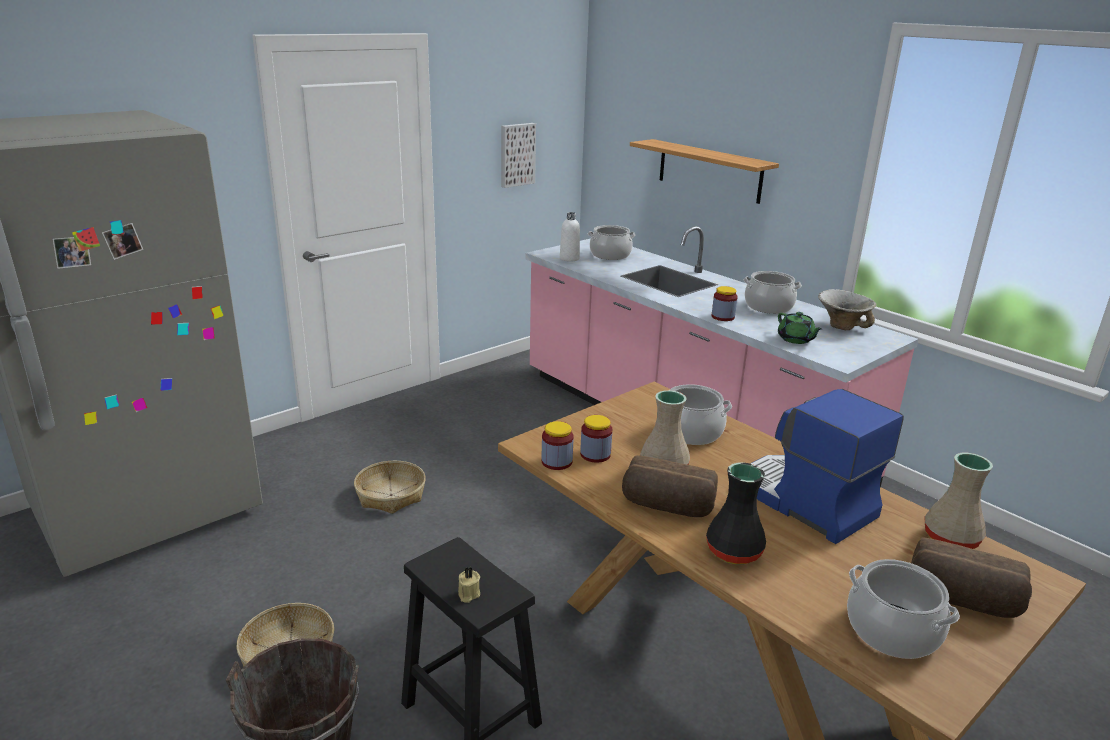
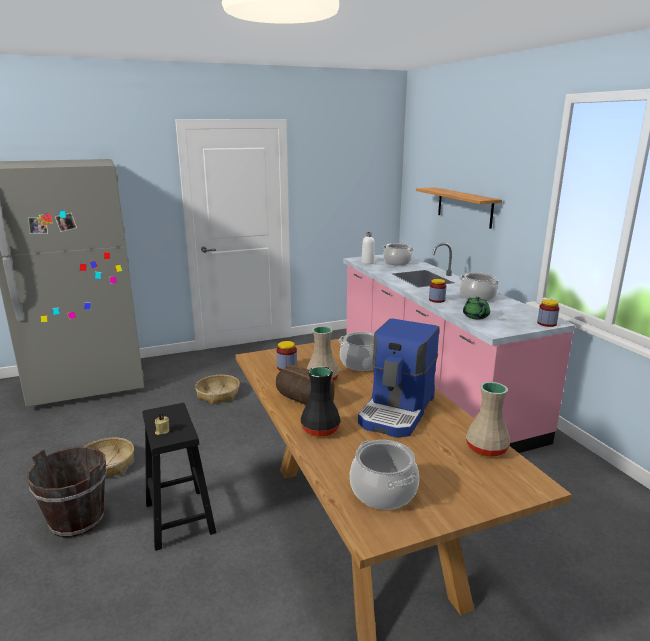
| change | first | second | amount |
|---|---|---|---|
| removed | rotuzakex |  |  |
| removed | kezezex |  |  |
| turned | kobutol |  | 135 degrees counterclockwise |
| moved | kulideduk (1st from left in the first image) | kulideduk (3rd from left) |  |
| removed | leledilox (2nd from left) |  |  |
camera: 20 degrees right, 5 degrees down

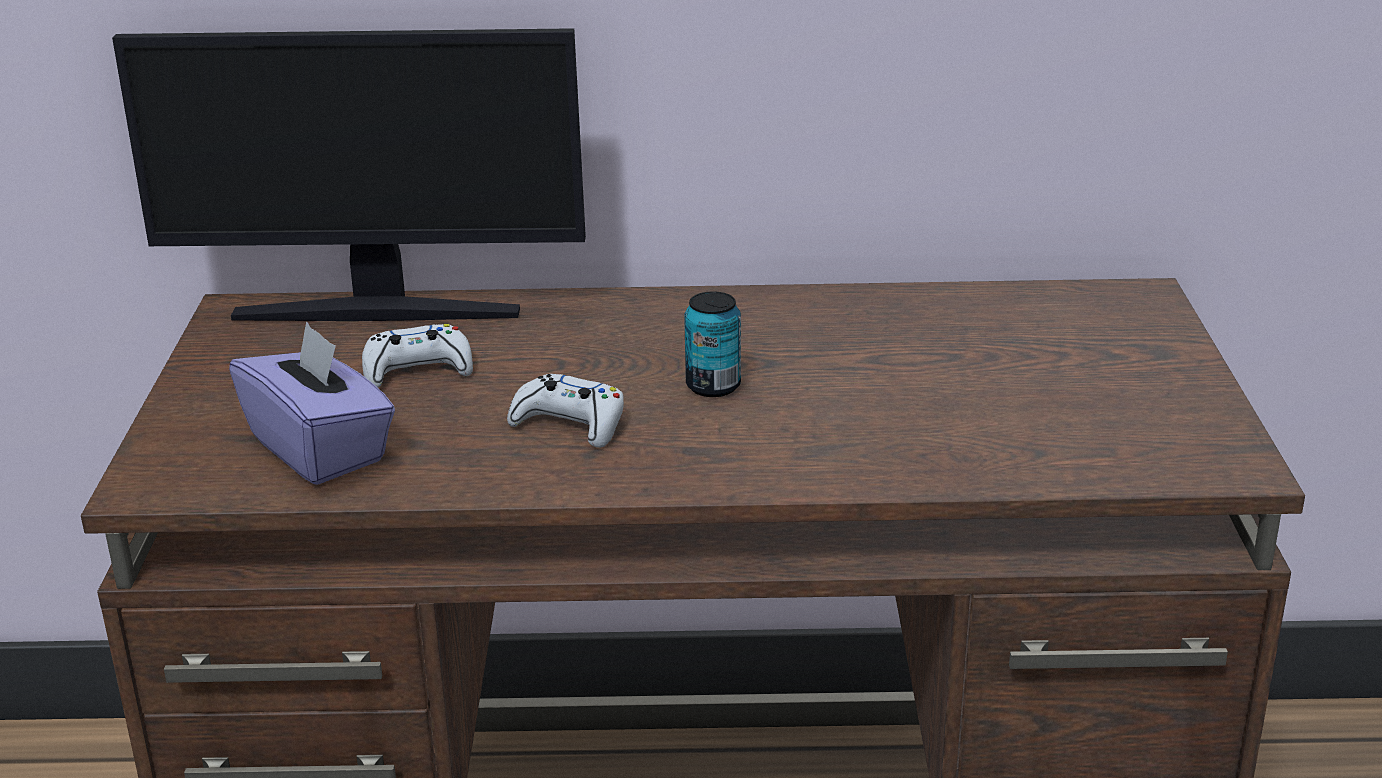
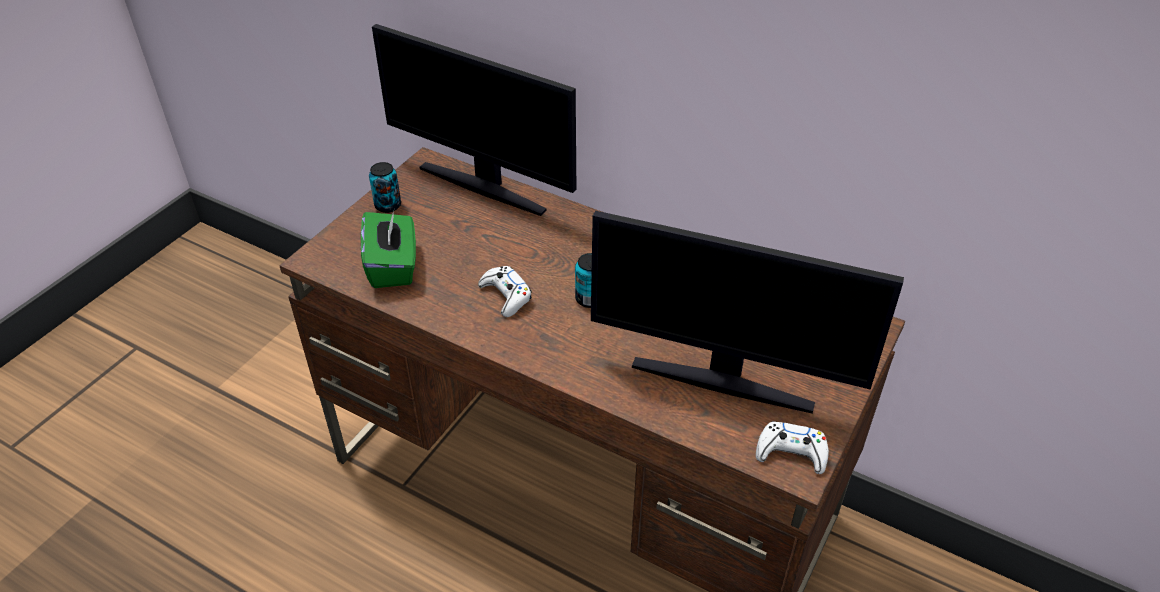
| change | first | second | amount |
|---|---|---|---|
| recoloured | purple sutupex | green sutupex |  |
| moved | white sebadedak (1st from left in the first image) | white sebadedak (2nd from left) |  |
| added |  | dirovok (1st from left) |  |
| added |  | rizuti (2nd from left) |  |
camera: 30 degrees right, 15 degrees up

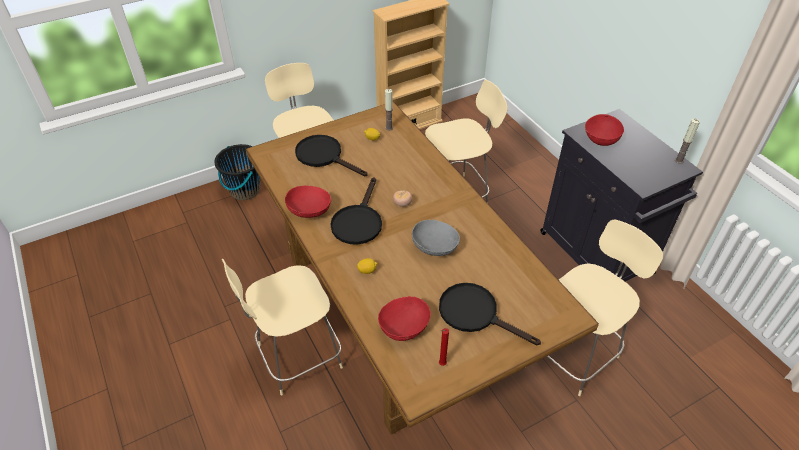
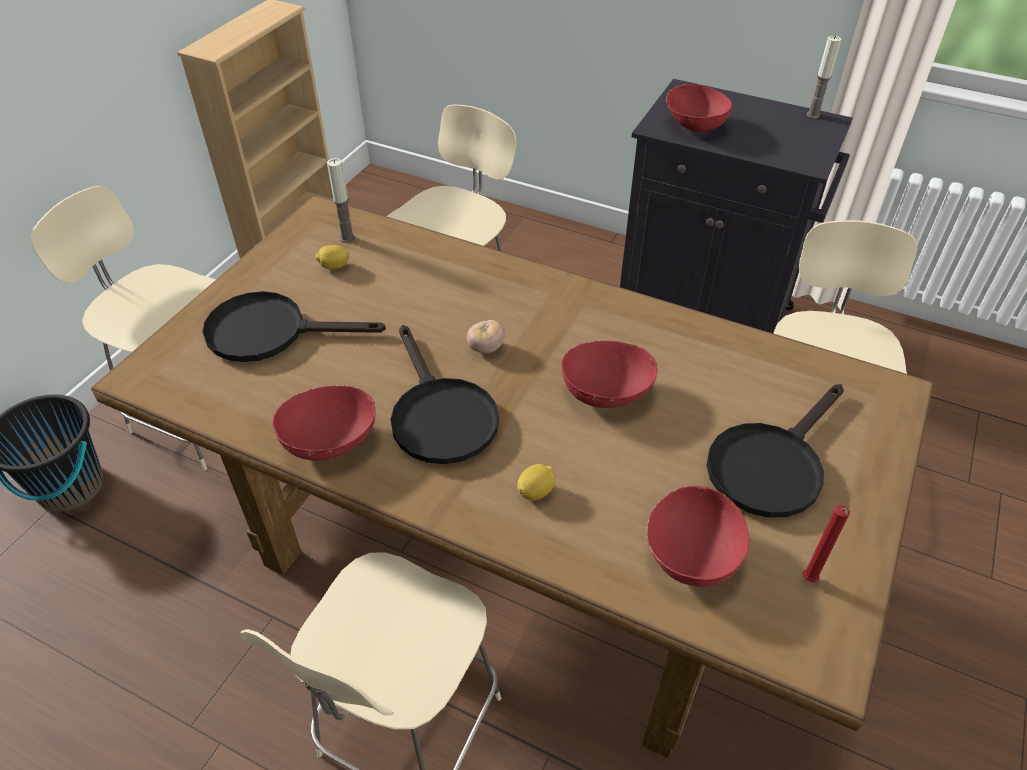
| change | first | second | amount |
|---|---|---|---|
| recoloured | grey kezezex | red kezezex (2nd from left) |  |
| turned | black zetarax (3rd from left) |  | 45 degrees counterclockwise |
camera: 35 degrees left, 0 degrees up

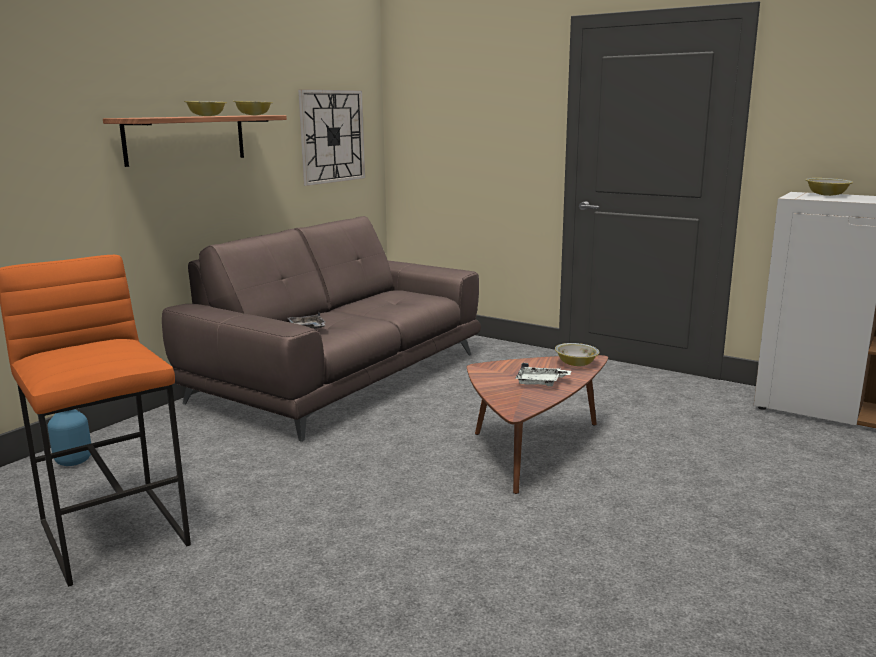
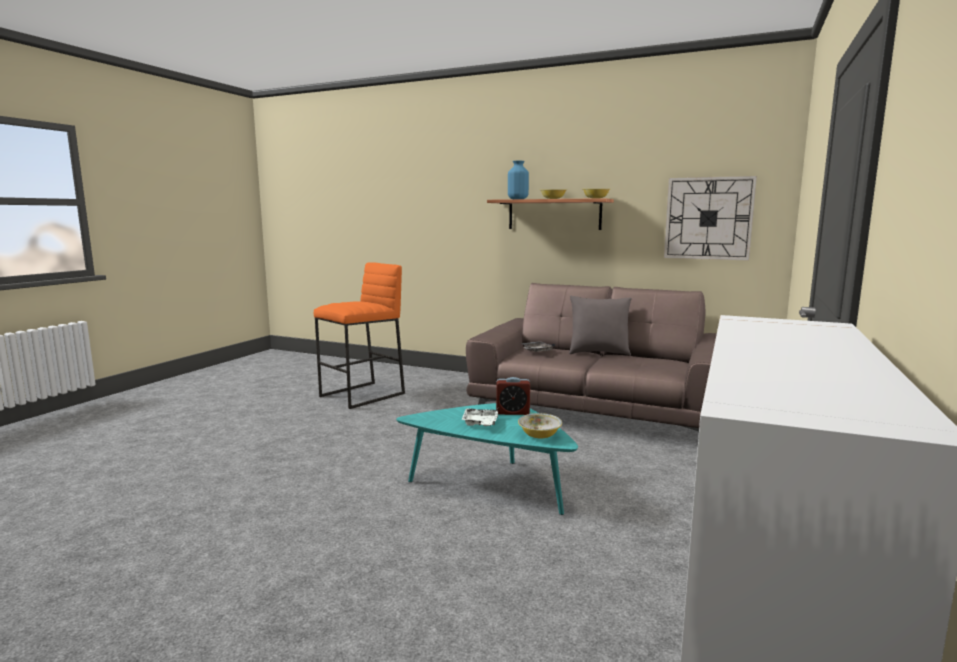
| change | first | second | amount |
|---|---|---|---|
| removed | kezezex (4th from left) |  |  |
| recoloured | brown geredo | turquoise geredo |  |
| moved | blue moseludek |  |  |
| added |  | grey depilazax |  |
| added |  | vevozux |  |
camera: 80 degrees right, 5 degrees down

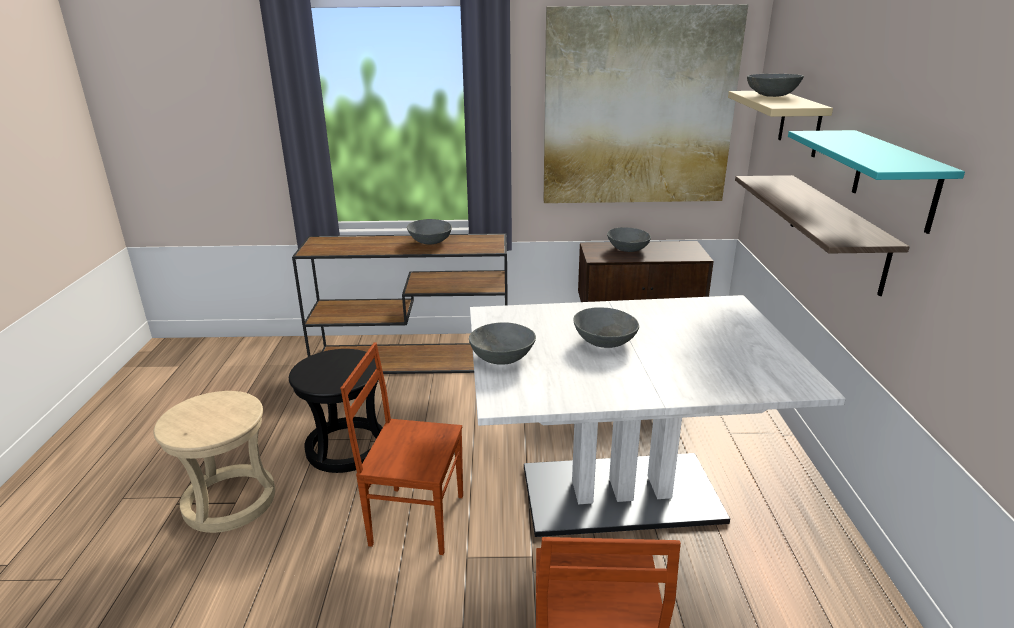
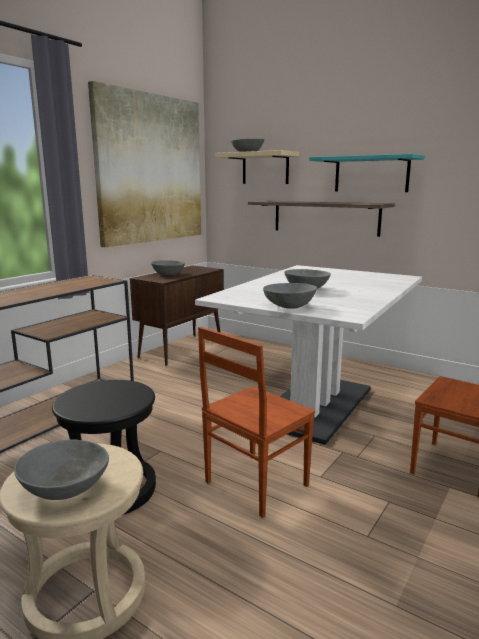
| change | first | second | amount |
|---|---|---|---|
| moved | grey kezezex (1st from left) |  |  |
camera: 55 degrees left, 10 degrees down

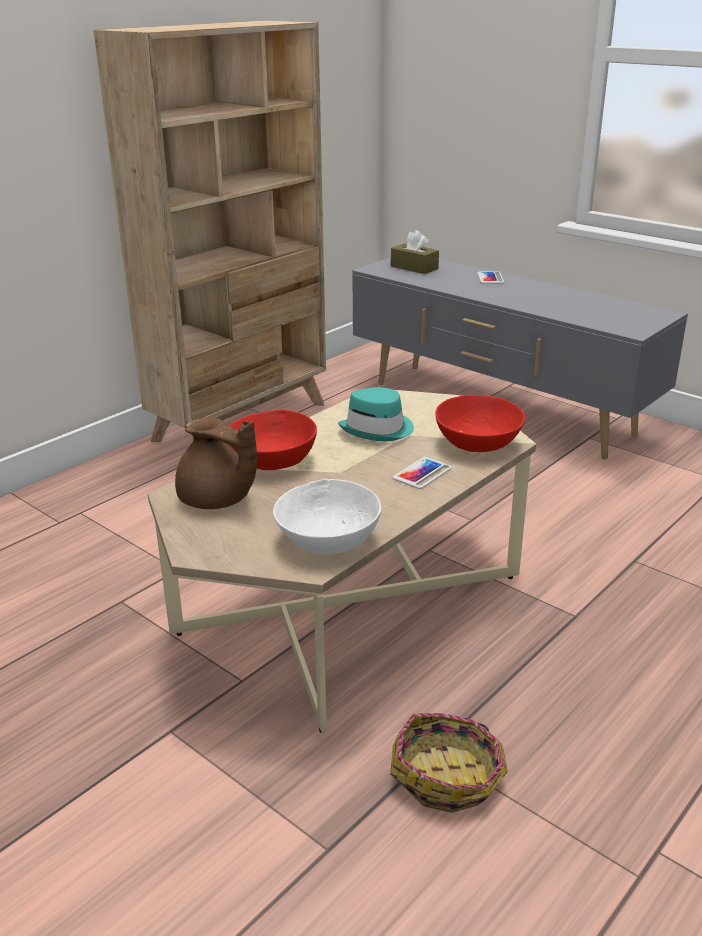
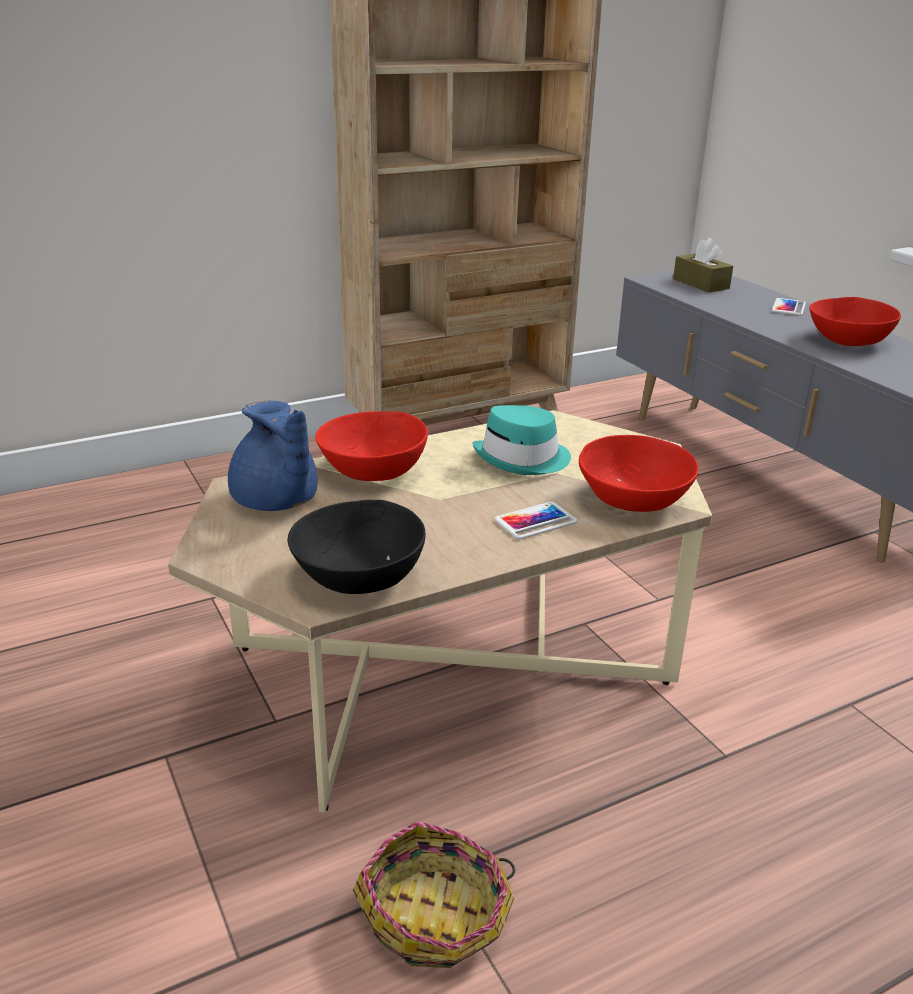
| change | first | second | amount |
|---|---|---|---|
| recoloured | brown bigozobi | blue bigozobi |  |
| recoloured | white kezezex | black kezezex |  |
| added |  | red kezezex (3rd from left) |  |
camera: 20 degrees right, 0 degrees up

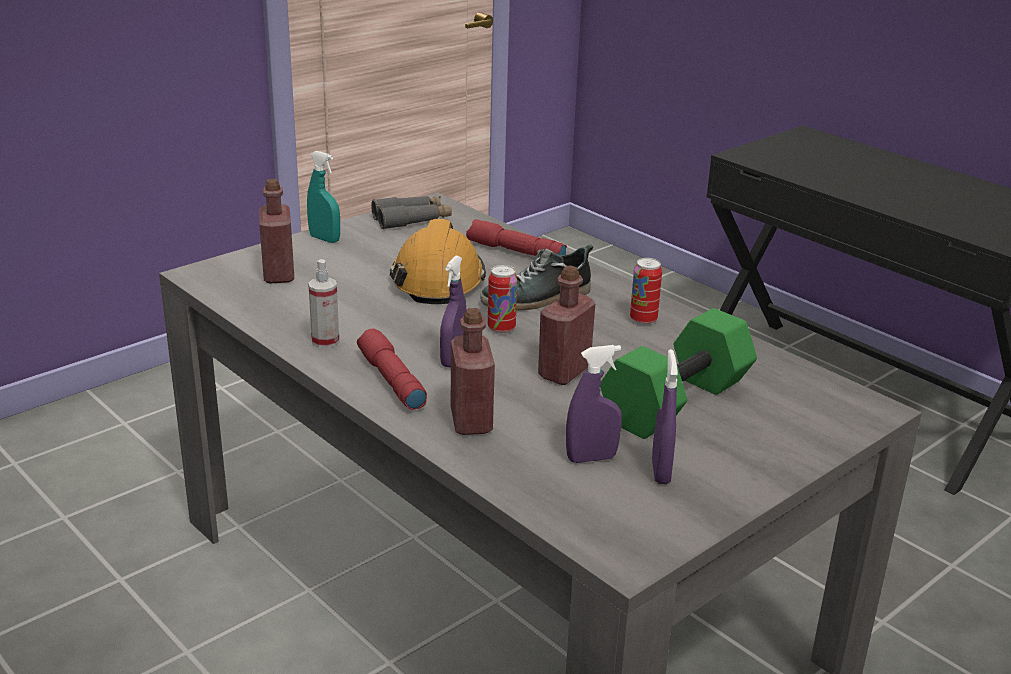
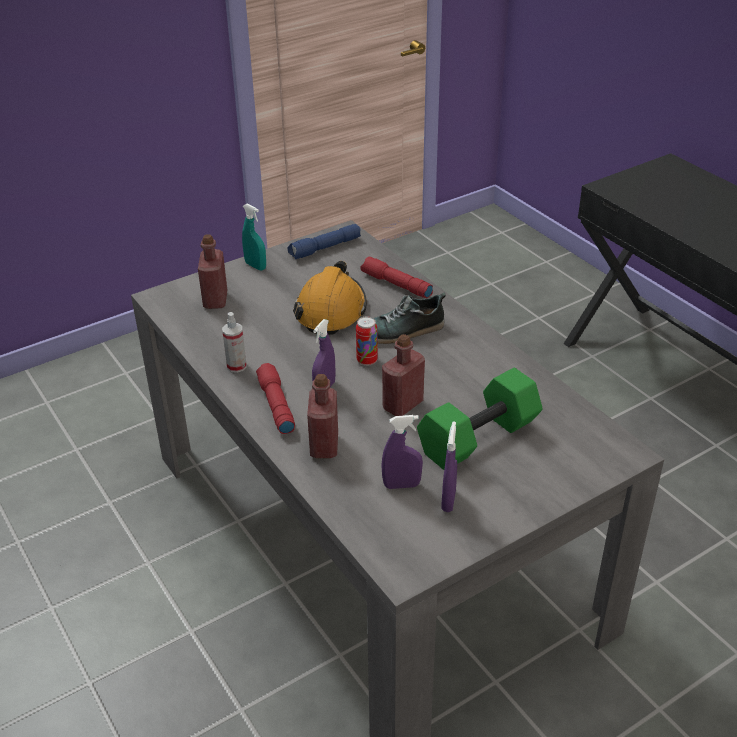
| change | first | second | amount |
|---|---|---|---|
| replaced | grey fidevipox | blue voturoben |  |
| removed | dirovok (2nd from left) |  |  |
camera: 10 degrees right, 10 degrees up

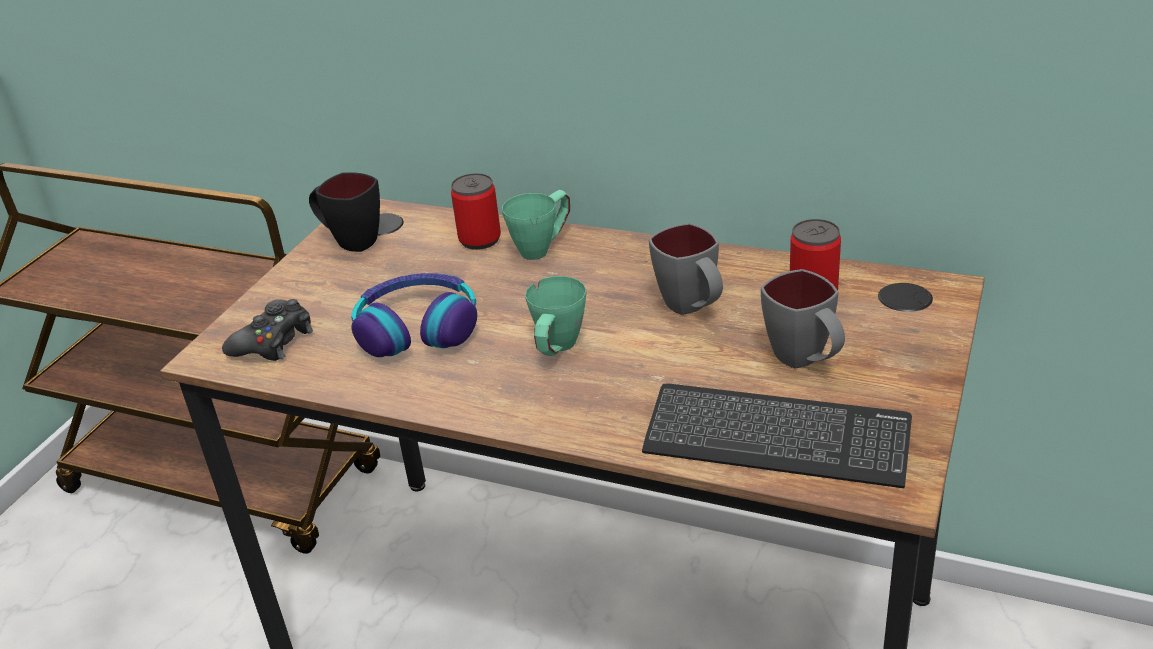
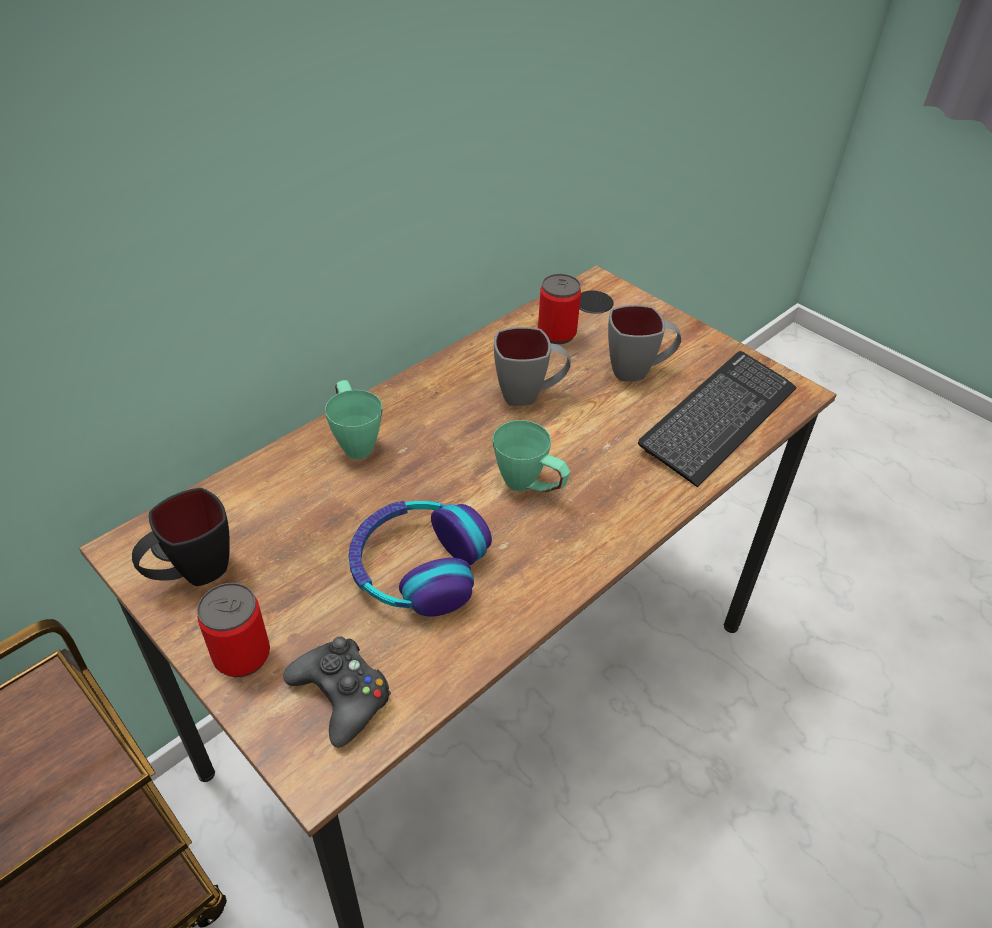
| change | first | second | amount |
|---|---|---|---|
| moved | dirovok (1st from left) |  |  |
camera: 70 degrees left, 10 degrees up

